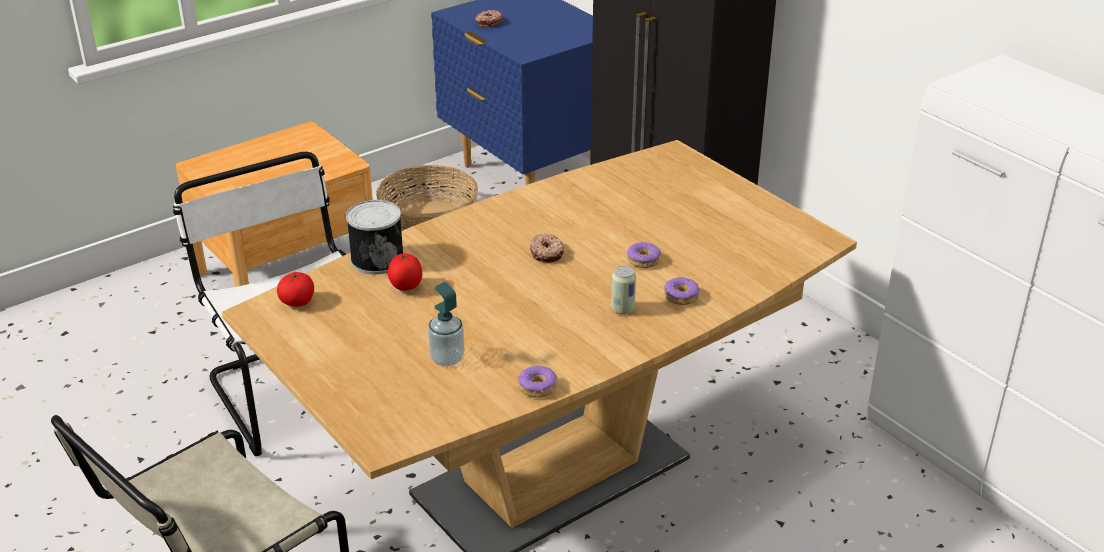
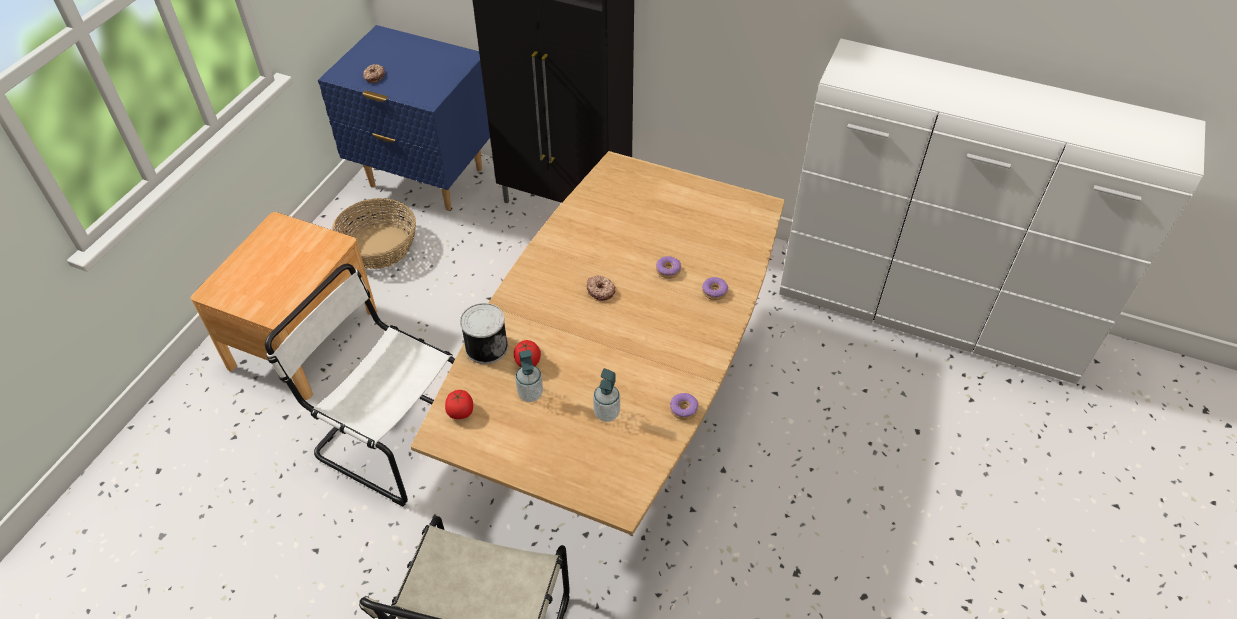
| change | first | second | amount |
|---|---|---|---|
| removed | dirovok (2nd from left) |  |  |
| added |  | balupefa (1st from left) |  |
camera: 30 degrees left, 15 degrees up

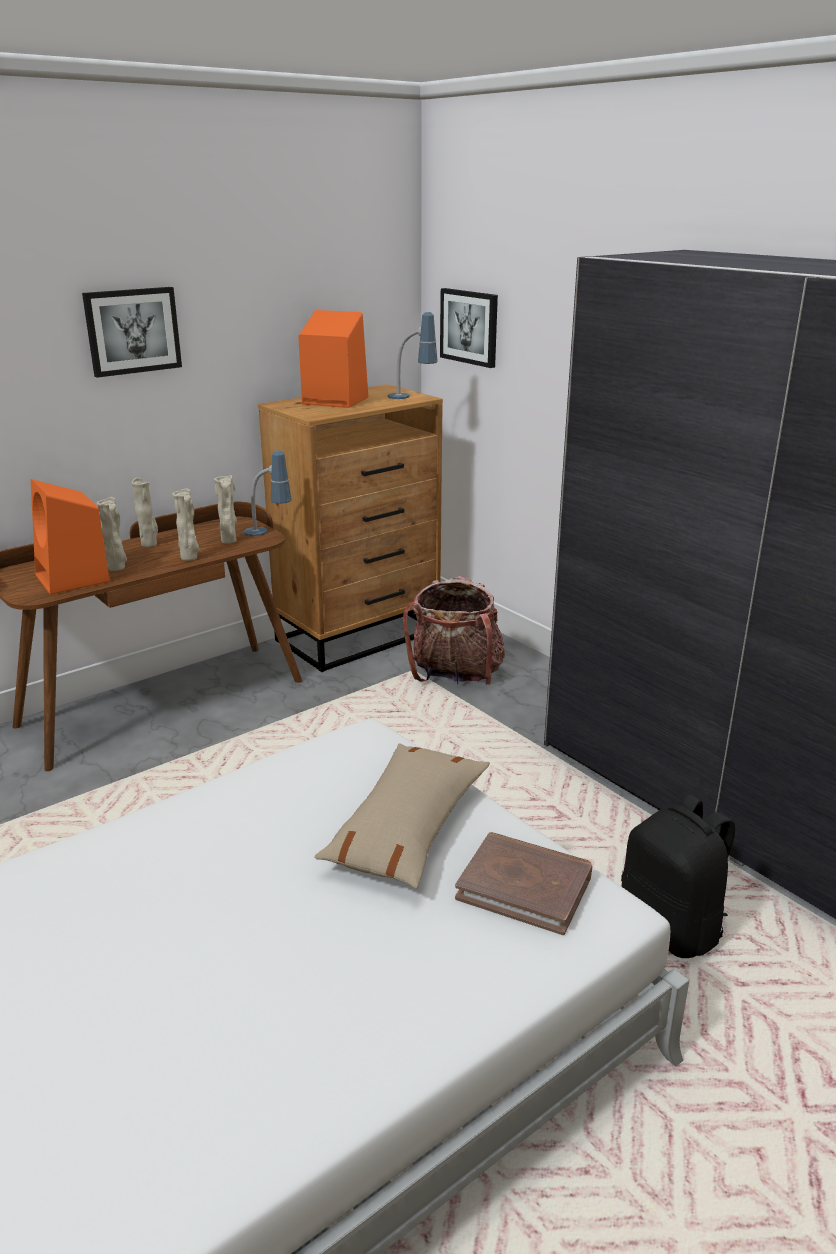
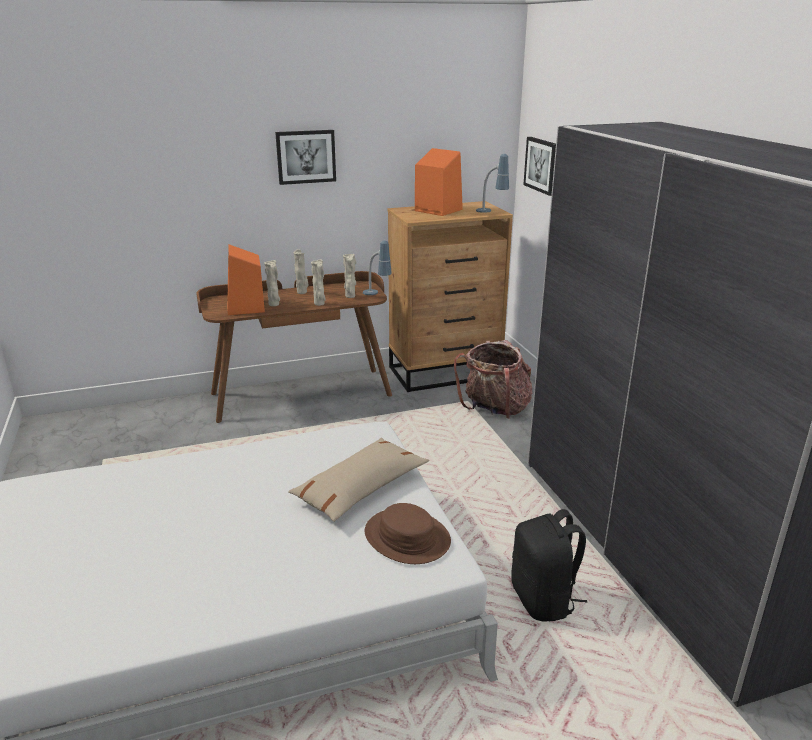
| change | first | second | amount |
|---|---|---|---|
| replaced | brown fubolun | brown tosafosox |  |
camera: 20 degrees right, 0 degrees up

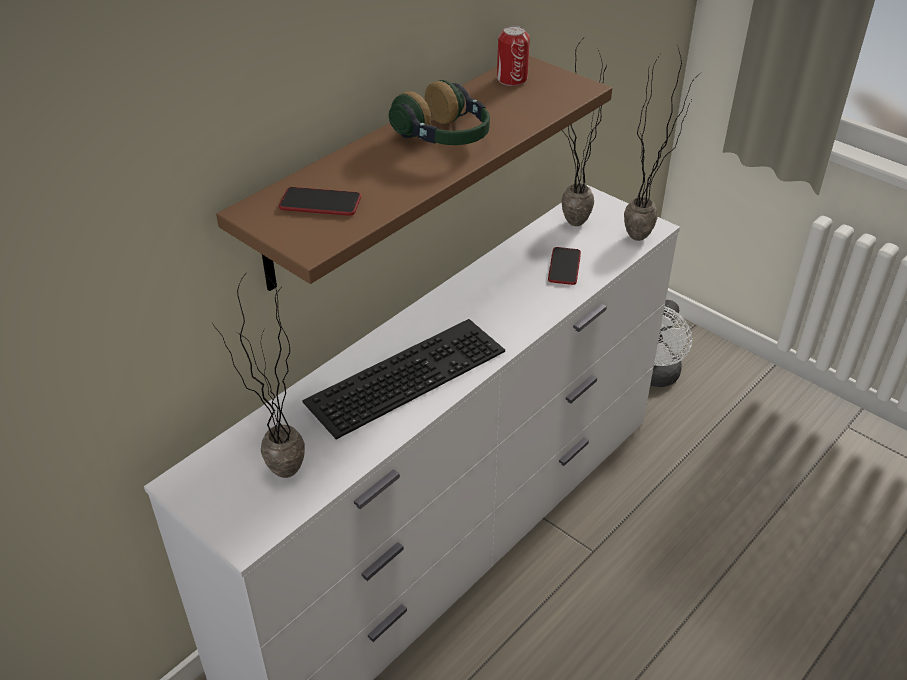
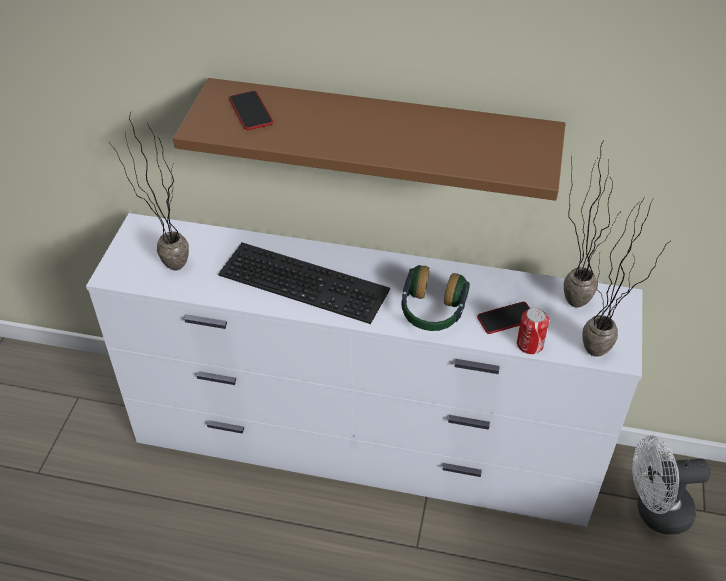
| change | first | second | amount |
|---|---|---|---|
| moved | dirovok |  |  |
| moved | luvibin |  |  |
camera: 60 degrees right, 5 degrees up

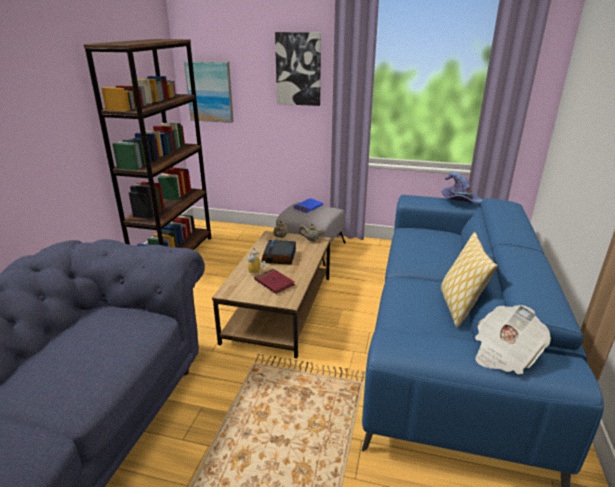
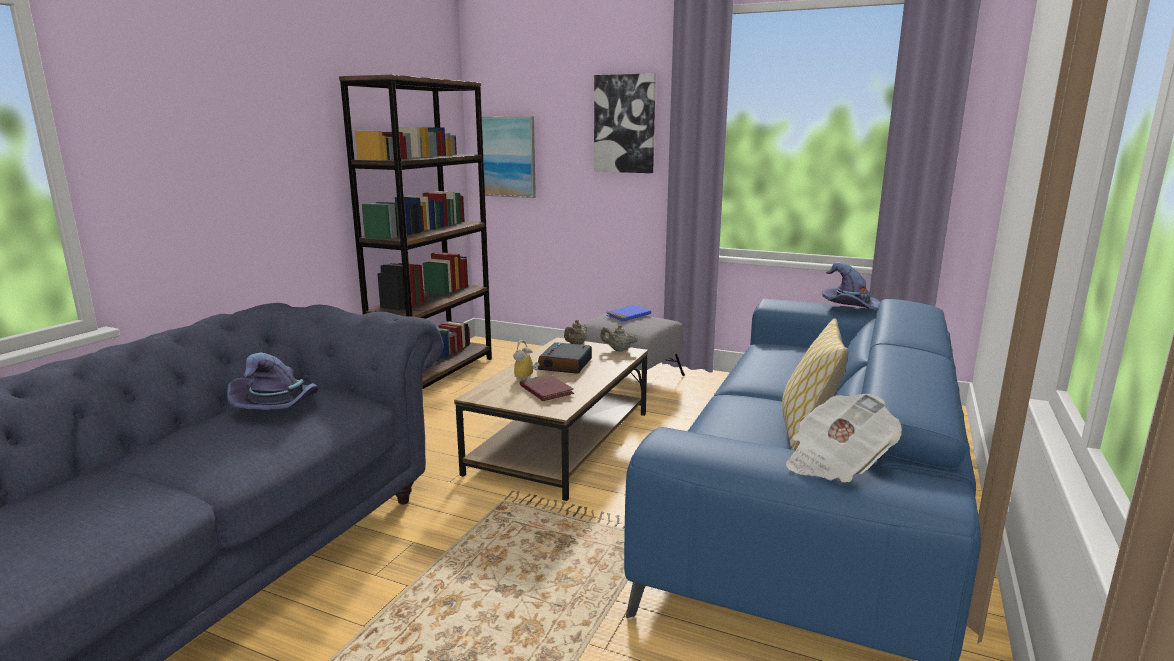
| change | first | second | amount |
|---|---|---|---|
| added |  | purple tosafosox (1st from left) |  |
camera: 10 degrees right, 10 degrees down

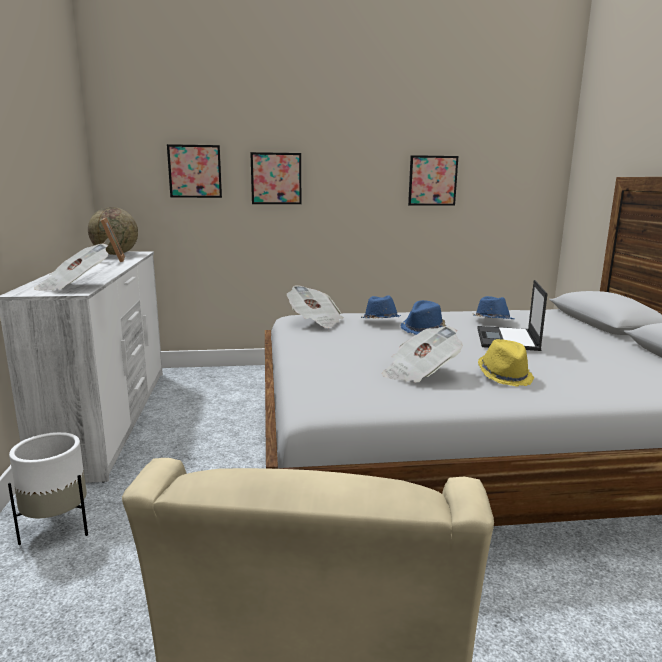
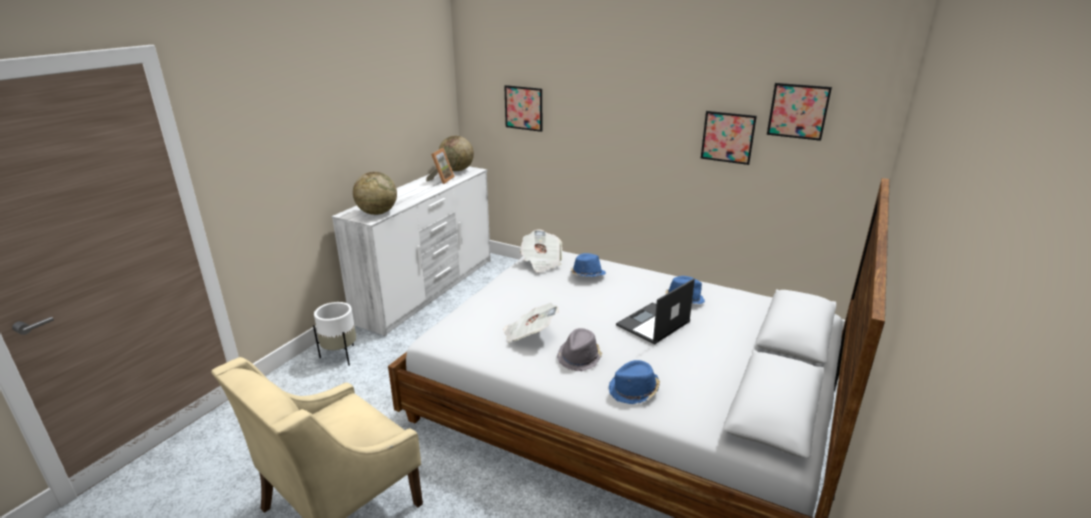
| change | first | second | amount |
|---|---|---|---|
| moved | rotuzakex (2nd from left in the first image) | rotuzakex (3rd from left) |  |
| replaced | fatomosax (1st from left) | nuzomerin (1st from left) |  |
| moved | blue tosafosox (2nd from left) |  |  |
| recoloured | yellow tosafosox | grey tosafosox |  |
camera: 35 degrees right, 10 degrees up

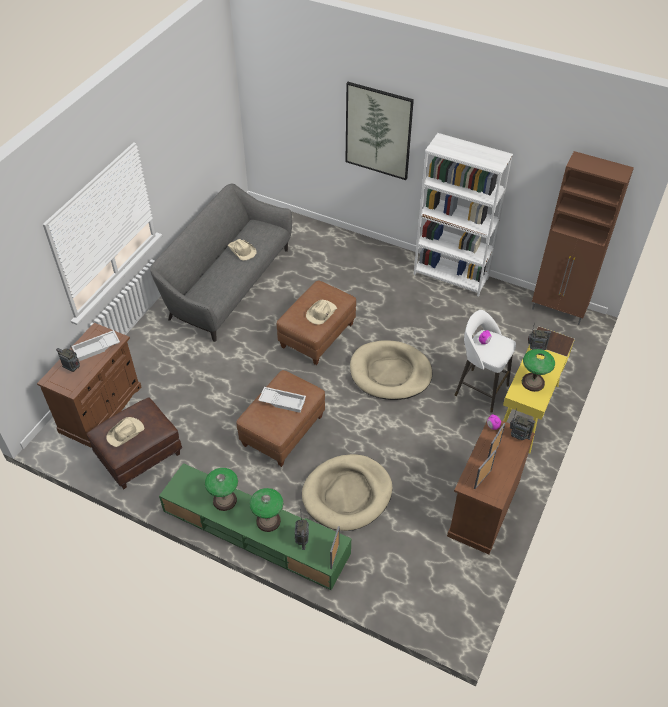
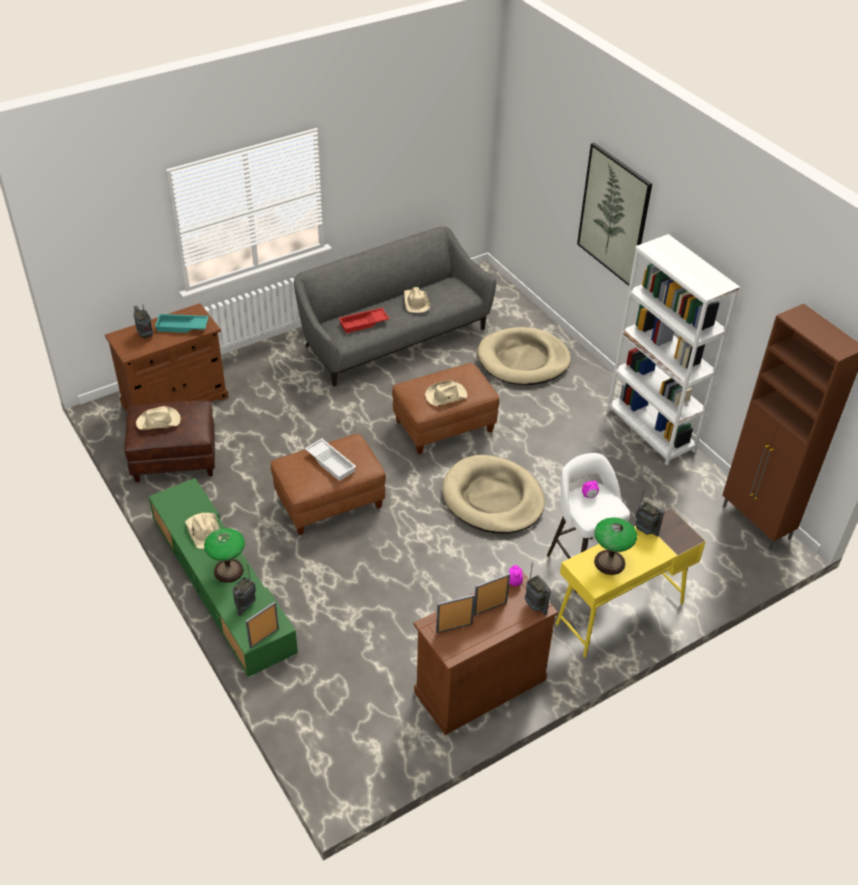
| change | first | second | amount |
|---|---|---|---|
| recoloured | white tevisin (1st from left) | turquoise tevisin |  |
| moved | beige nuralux (1st from left in the first image) | beige nuralux (2nd from left) |  |
| replaced | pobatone (1st from left) | beige tosafosox (2nd from left) |  |
| added |  | red tevisin |  |
camera: 30 degrees right, 5 degrees down

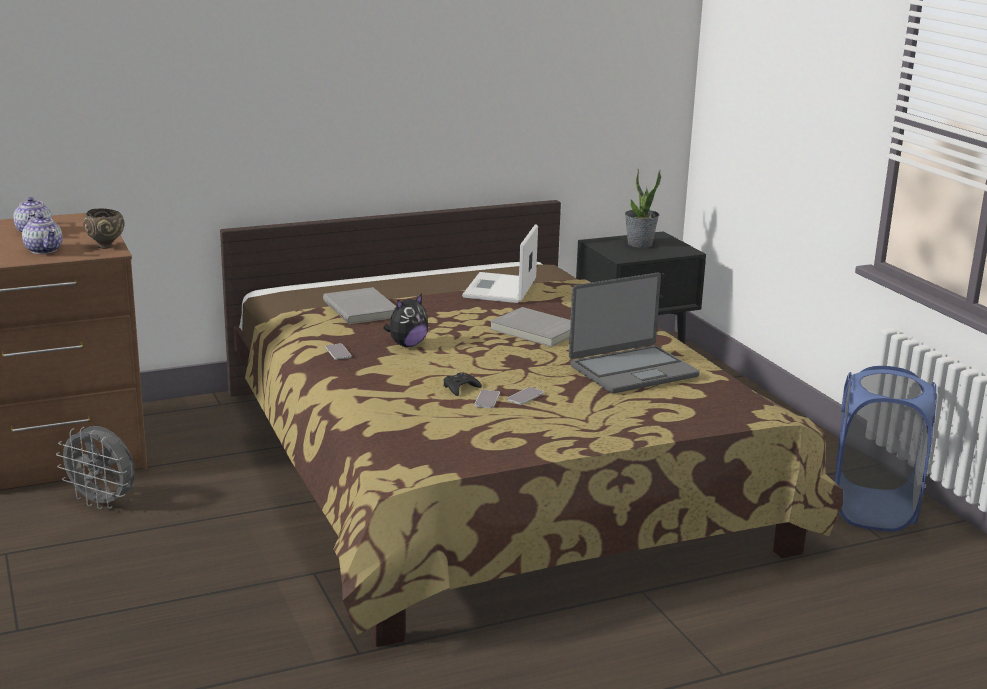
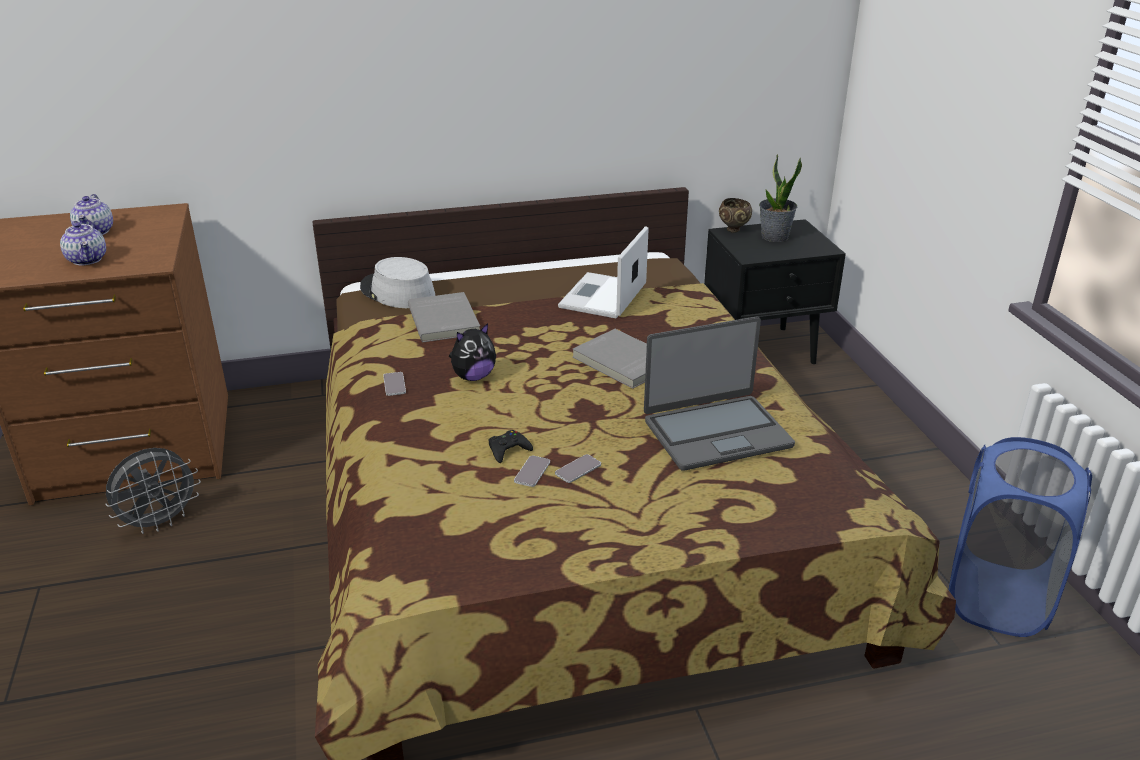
| change | first | second | amount |
|---|---|---|---|
| moved | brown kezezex |  |  |
| turned | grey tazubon |  | 75 degrees counterclockwise |
| added |  | grey tosafosox |  |
camera: 10 degrees right, 10 degrees up

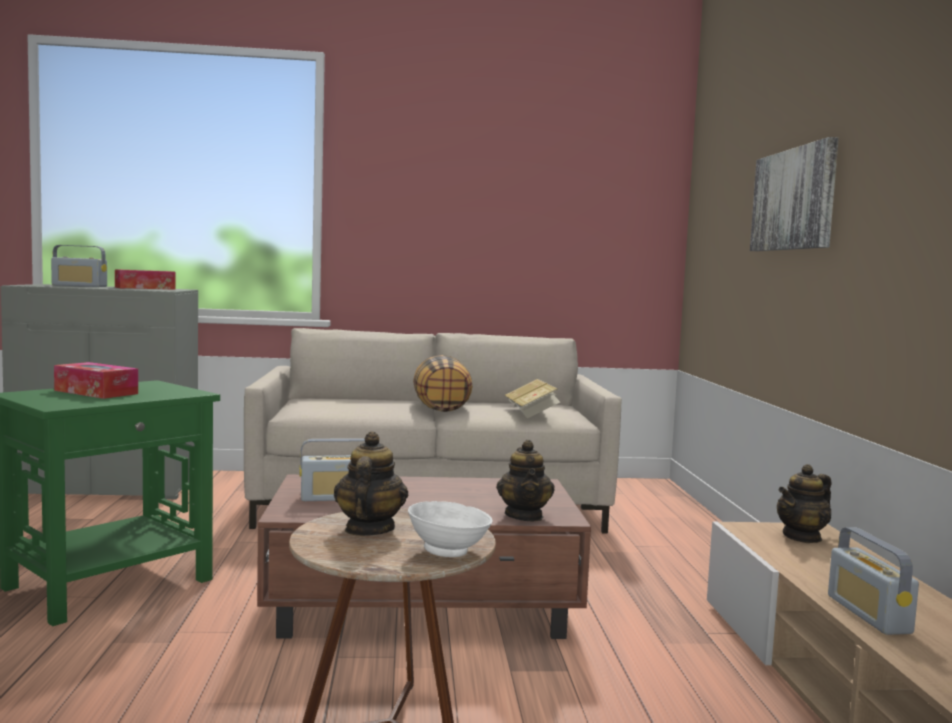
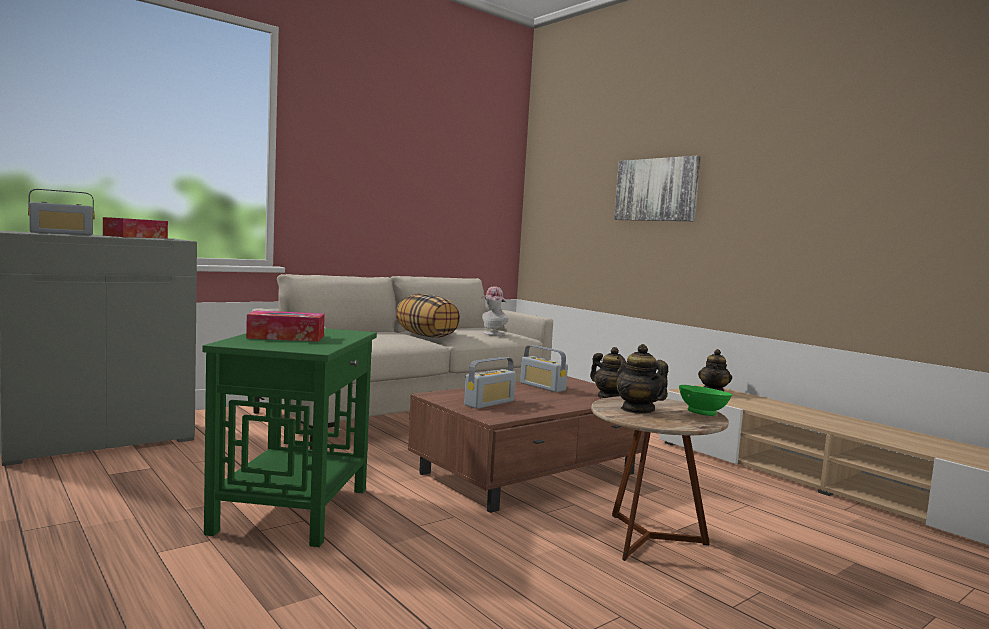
| change | first | second | amount |
|---|---|---|---|
| replaced | fubolun | tosafosox |  |
| recoloured | white kezezex | green kezezex |  |
| moved | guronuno (3rd from left) |  |  |
camera: 35 degrees left, 0 degrees up

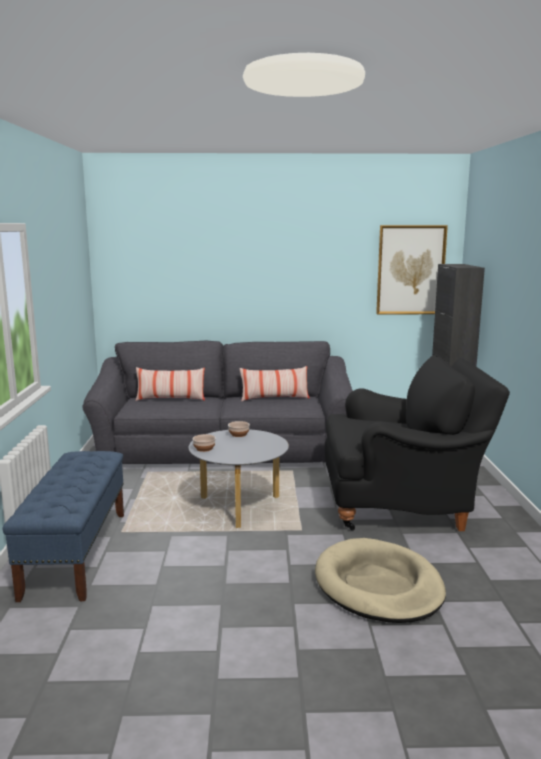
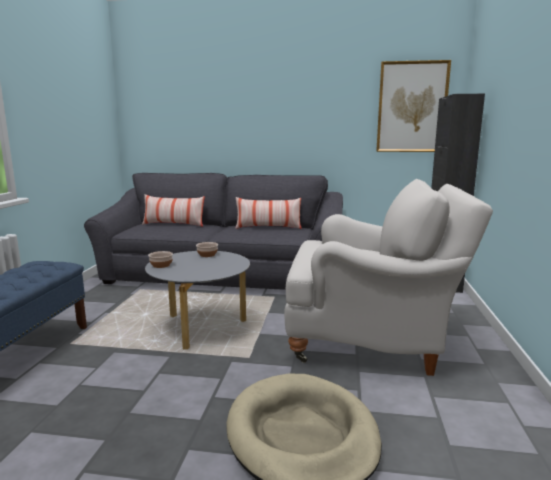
| change | first | second | amount |
|---|---|---|---|
| recoloured | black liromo | white liromo |  |
camera: 10 degrees right, 0 degrees up

